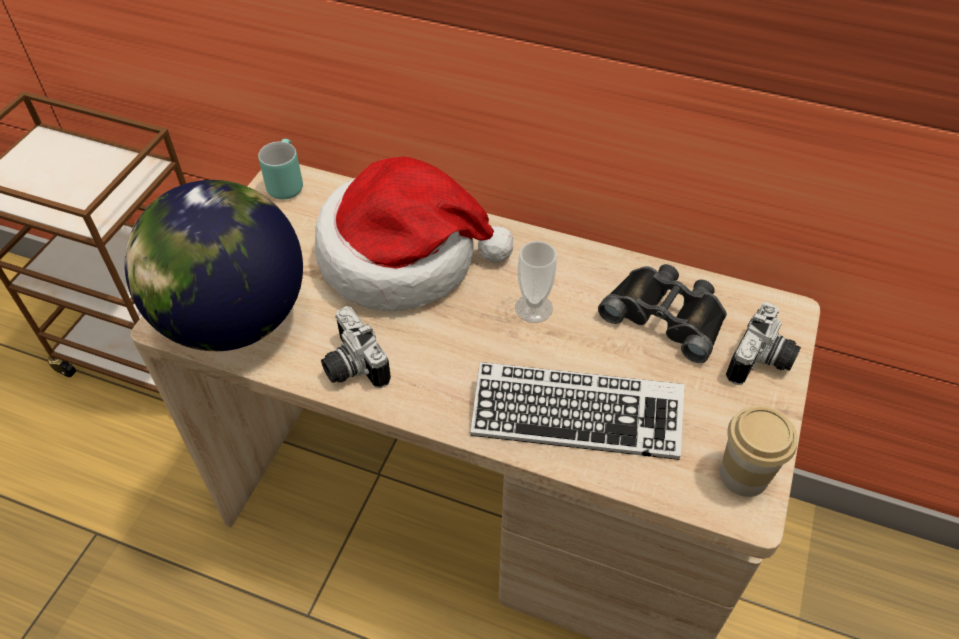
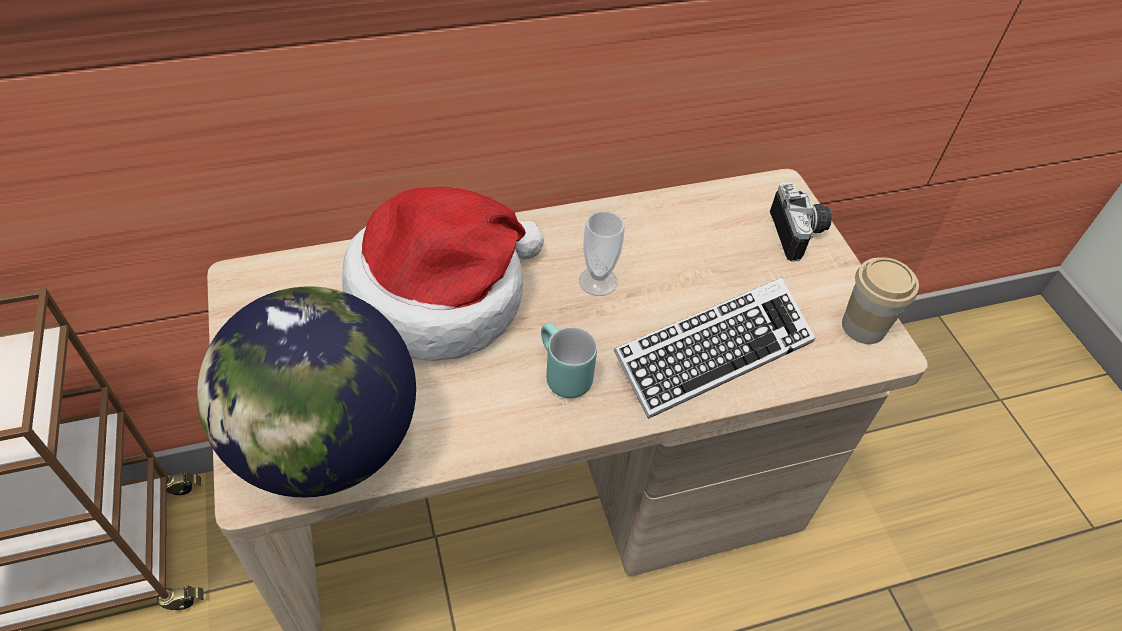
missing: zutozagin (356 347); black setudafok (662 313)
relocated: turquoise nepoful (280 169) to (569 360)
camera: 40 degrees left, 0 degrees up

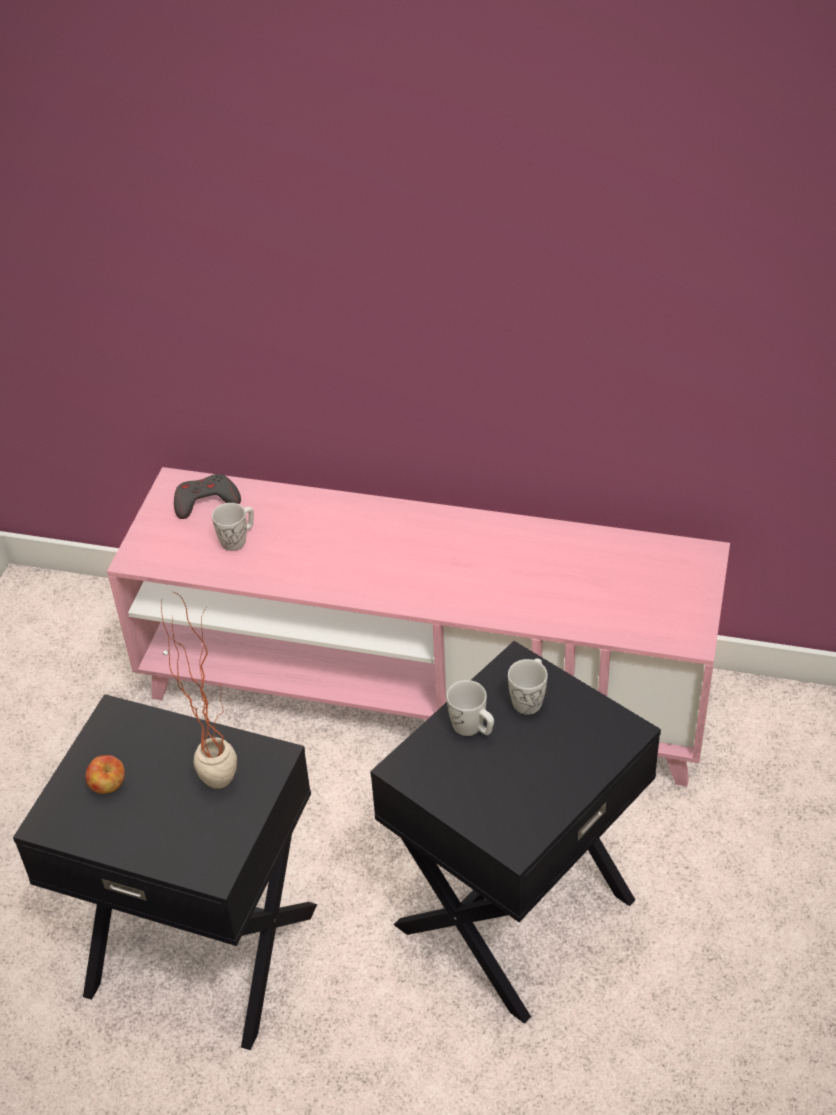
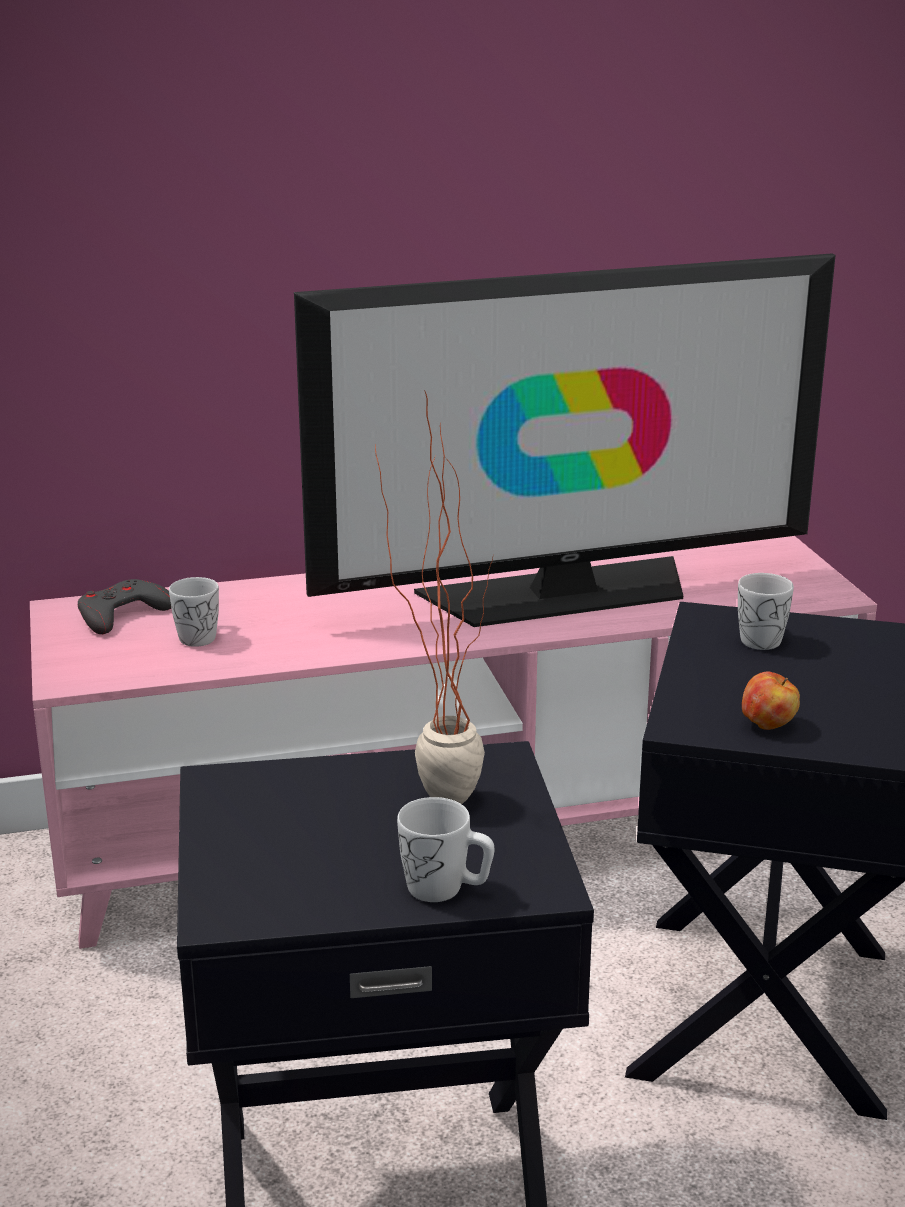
appeared: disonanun (565 440)
relocated: white nepoful (470 708) to (445 849); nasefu (105 774) to (771 700)
camera: 30 degrees left, 20 degrees down

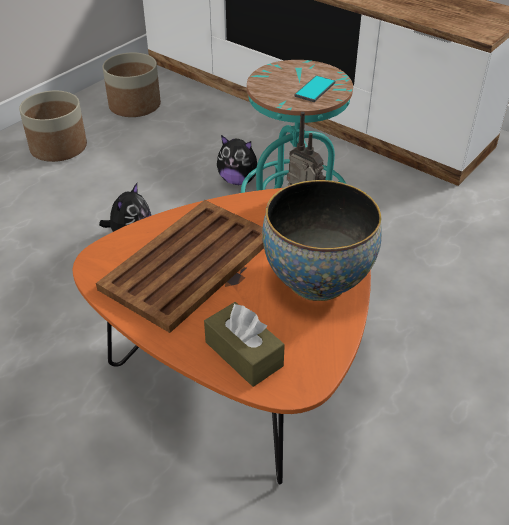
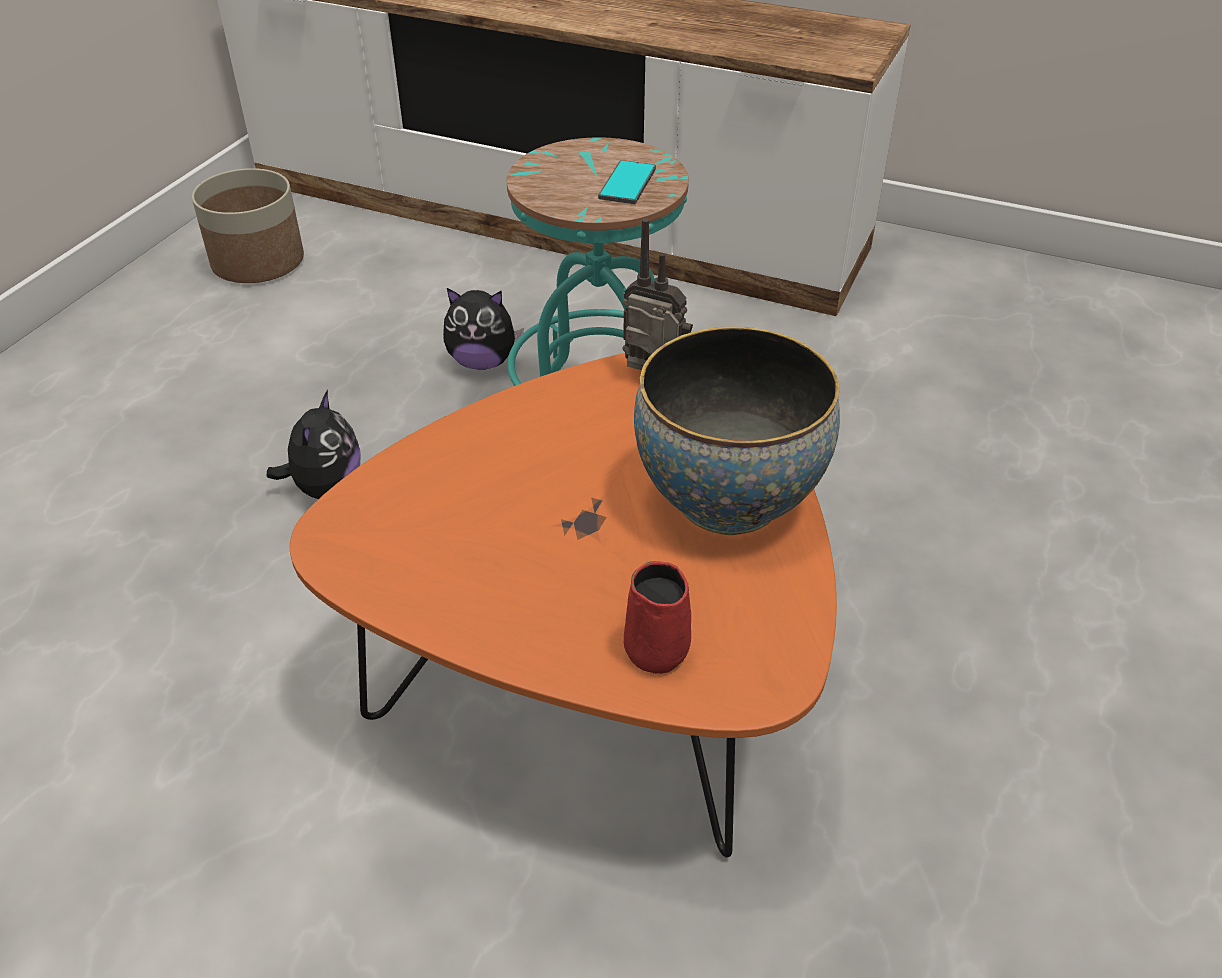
missing: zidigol (53 126); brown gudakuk (180 266)
exchanged: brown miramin (244 344) to red nepoful (657 618)
camera: 15 degrees left, 0 degrees up

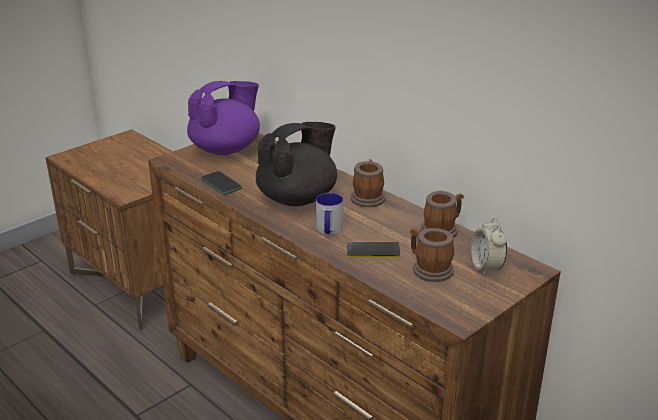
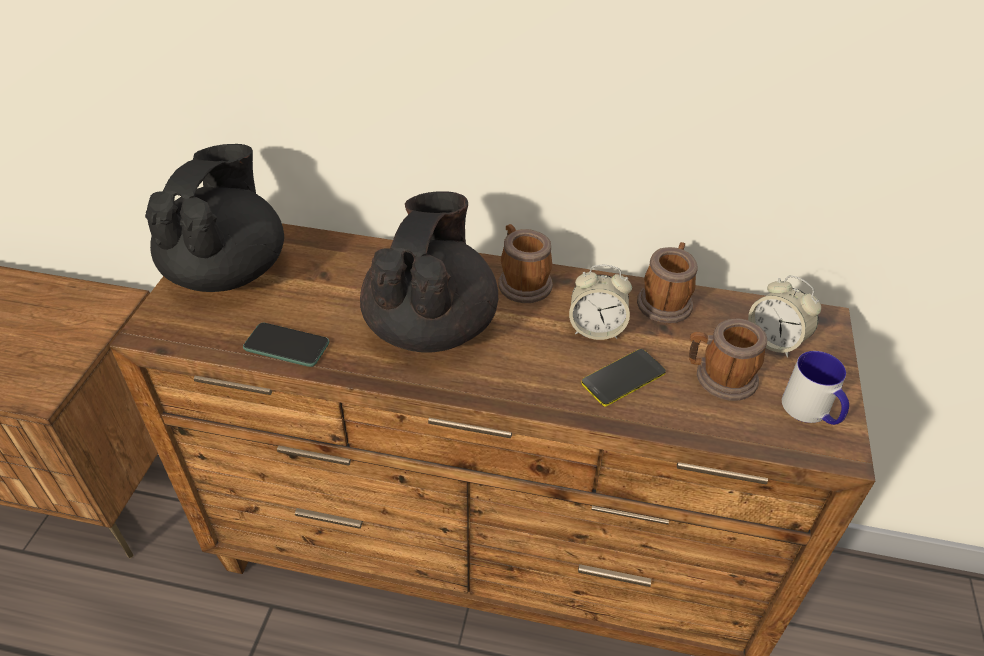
appeared: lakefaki (600 302)
relocated: nepoful (329 214) to (815 388)
colour: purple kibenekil (223 118) to black kibenekil (214 218)
camera: 35 degrees left, 15 degrees up

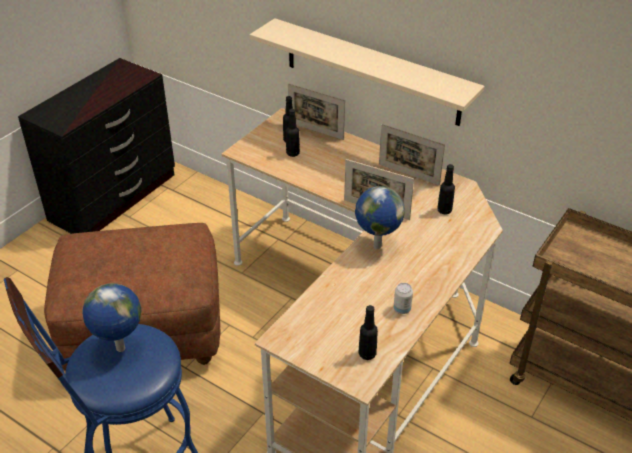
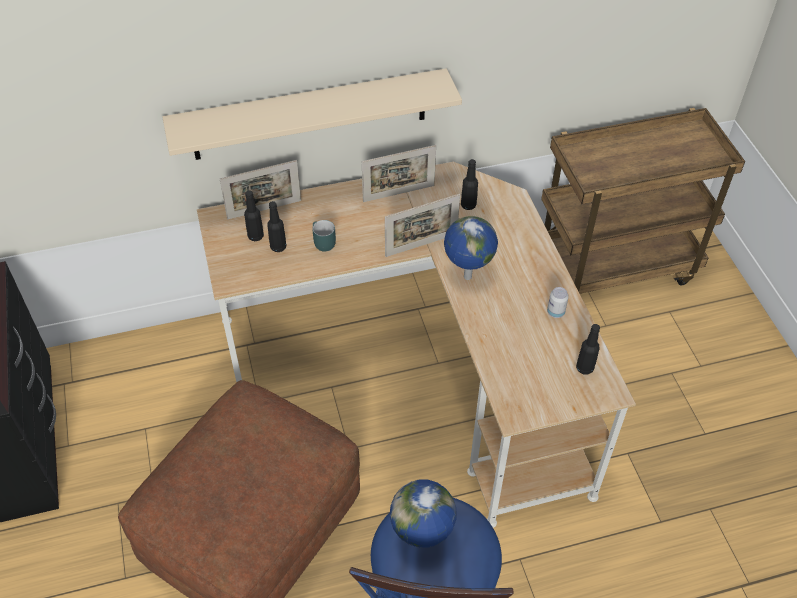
appeared: turquoise nepoful (324 236)
camera: 50 degrees left, 10 degrees up

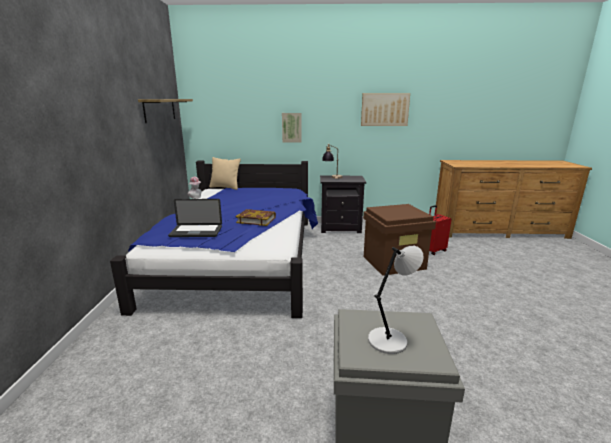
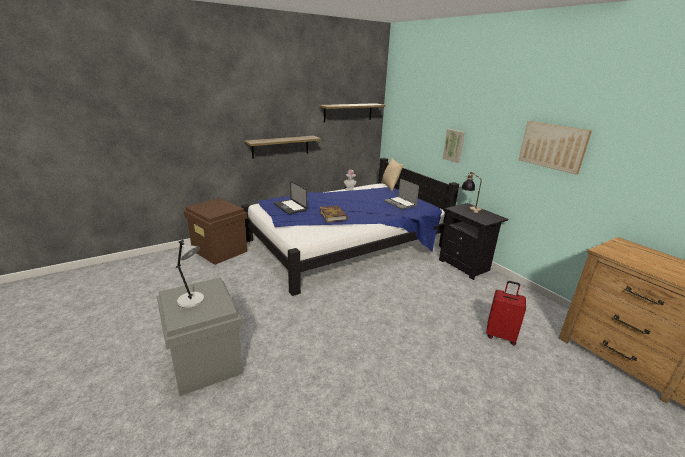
appeared: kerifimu (282 147); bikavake (401 194)
relocated: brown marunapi (399 240) to (215 231)
camera: 55 degrees right, 5 degrees up

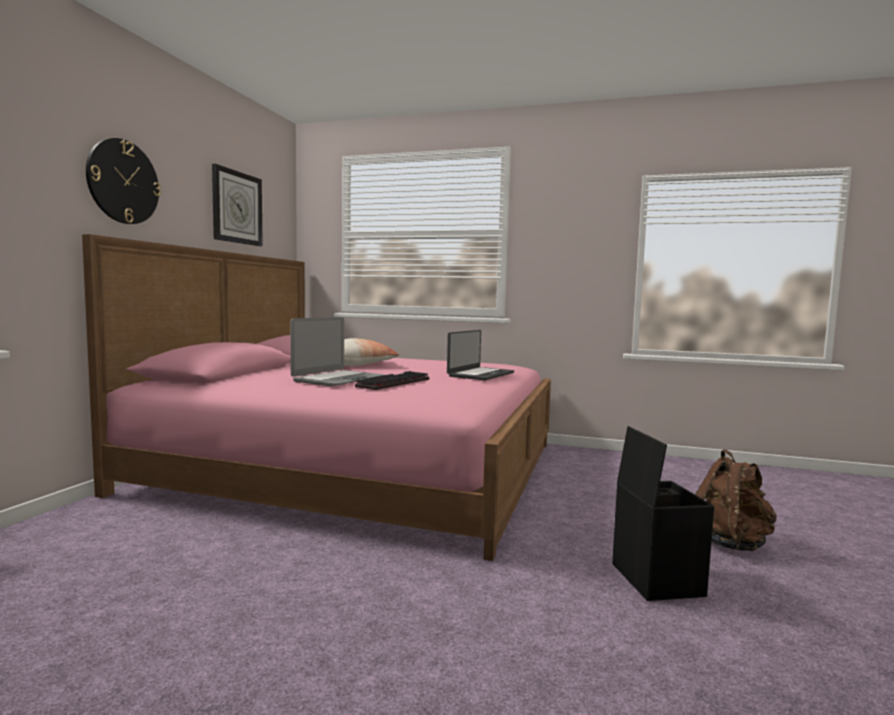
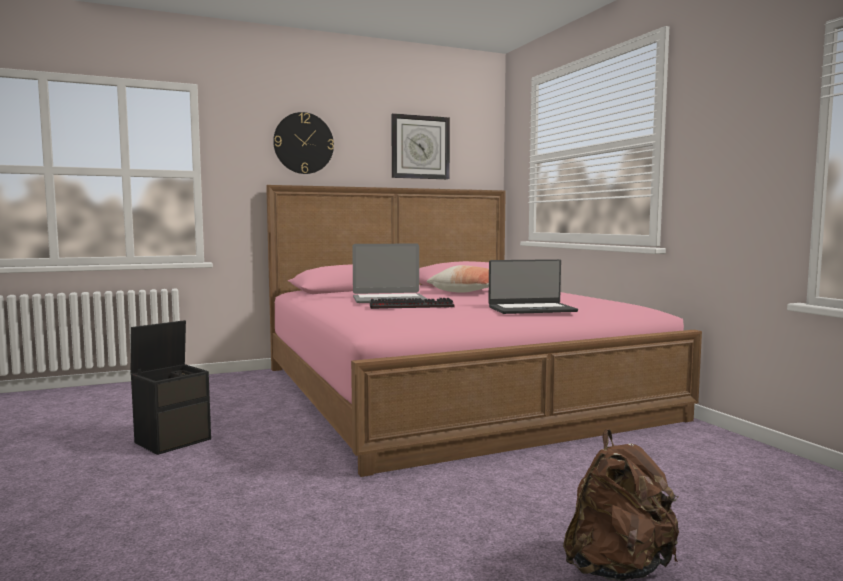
relocated: black marunapi (663 513) to (171 387)
camera: 50 degrees right, 0 degrees up

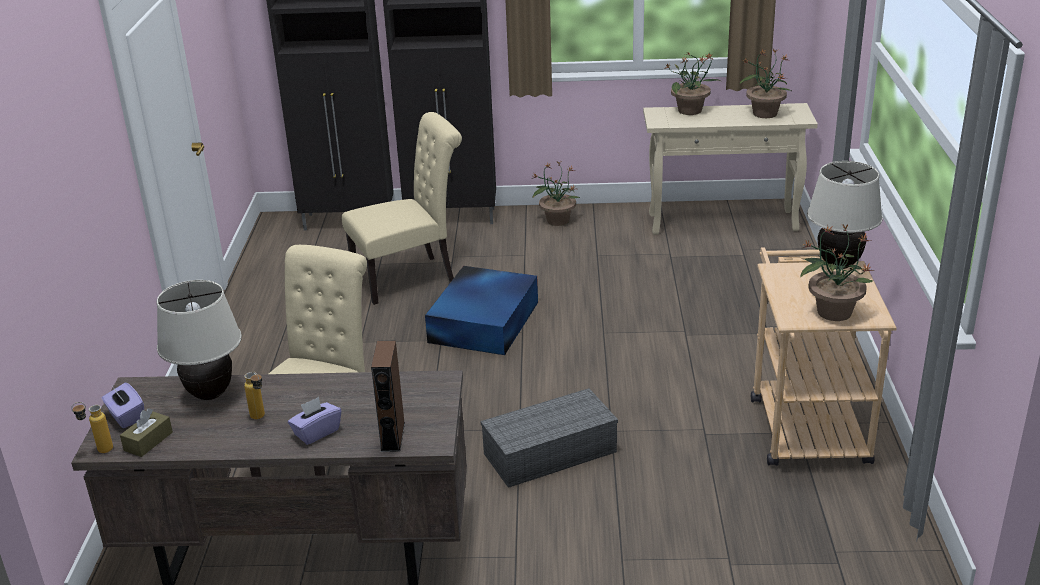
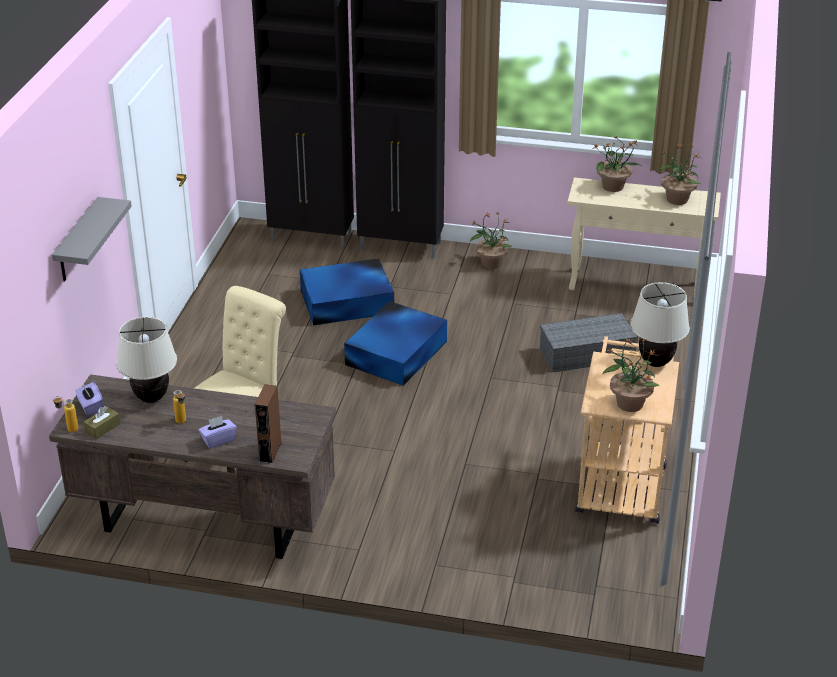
appeared: grey kerifimu (92 239)
relocated: grey marunapi (549 438) to (588 342)
exchanged: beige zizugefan (402 208) to blue marunapi (347 291)
camera: 10 degrees right, 5 degrees up

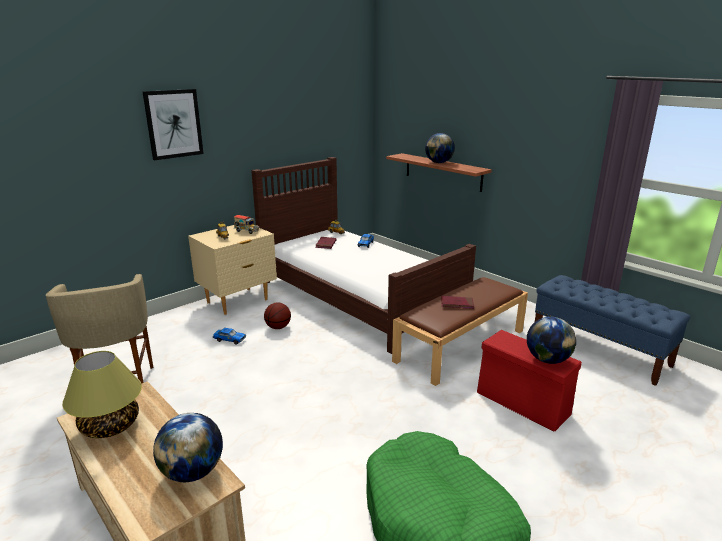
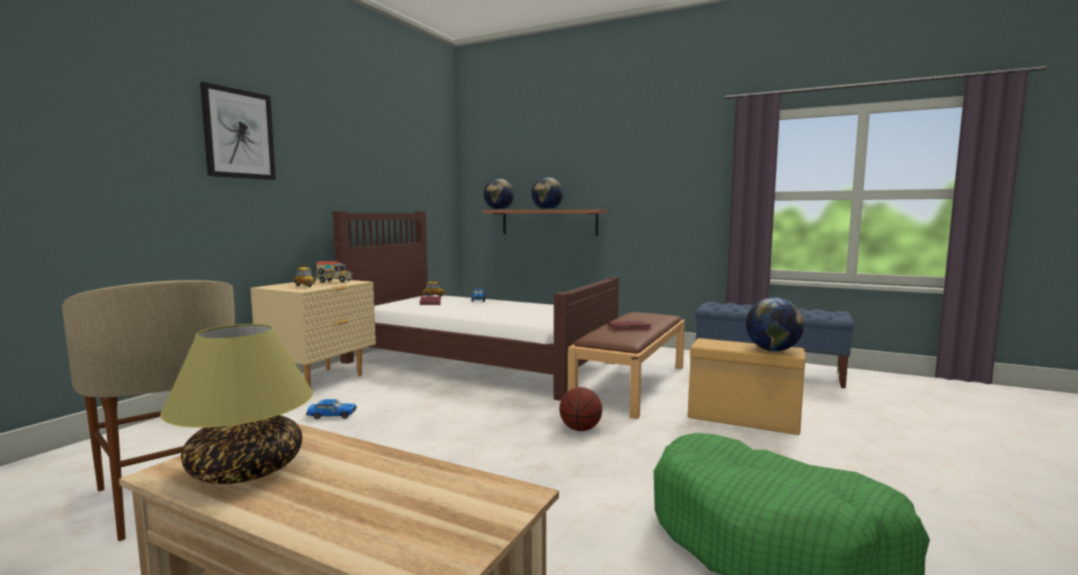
relocated: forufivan (188 447) to (499 194); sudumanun (277 316) to (580 409)
colour: red marunapi (529 380) to beige marunapi (746 386)
camera: 20 degrees left, 15 degrees down

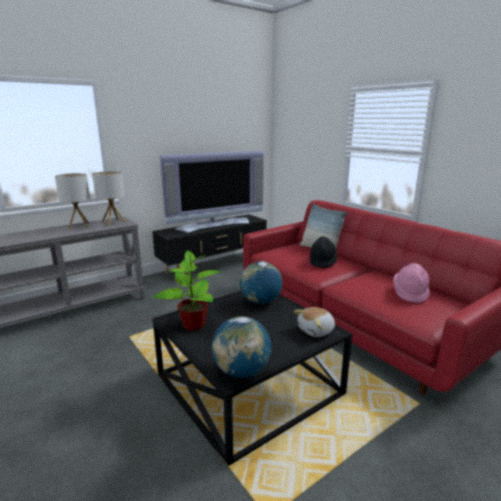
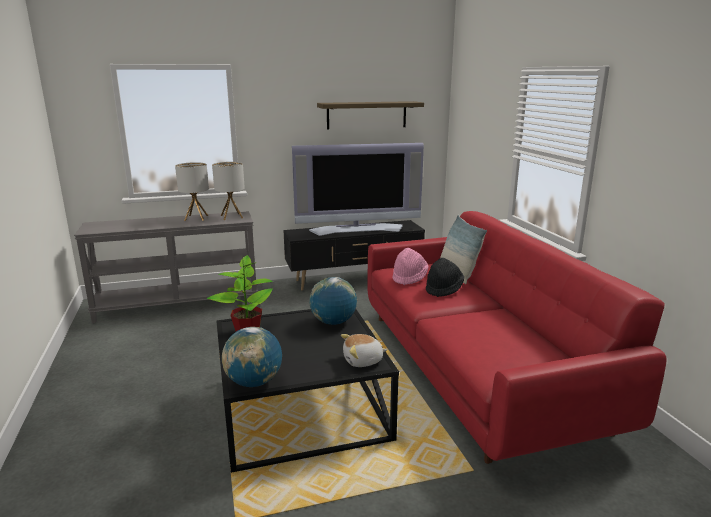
appeared: kerifimu (370 115)
relocated: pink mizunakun (411 283) to (410 266)
camera: 20 degrees right, 0 degrees up

